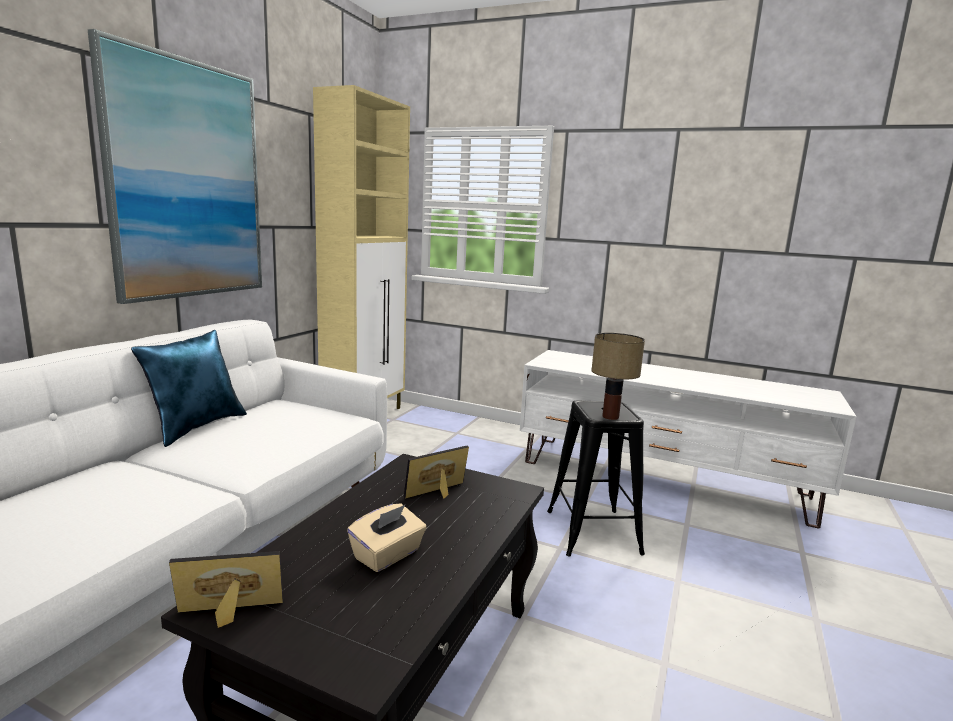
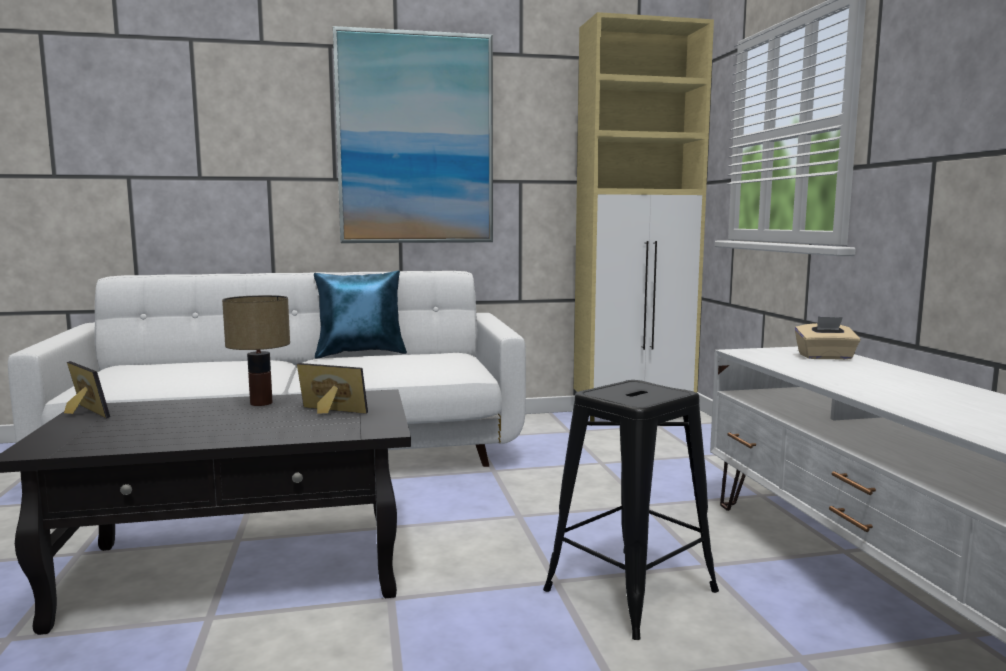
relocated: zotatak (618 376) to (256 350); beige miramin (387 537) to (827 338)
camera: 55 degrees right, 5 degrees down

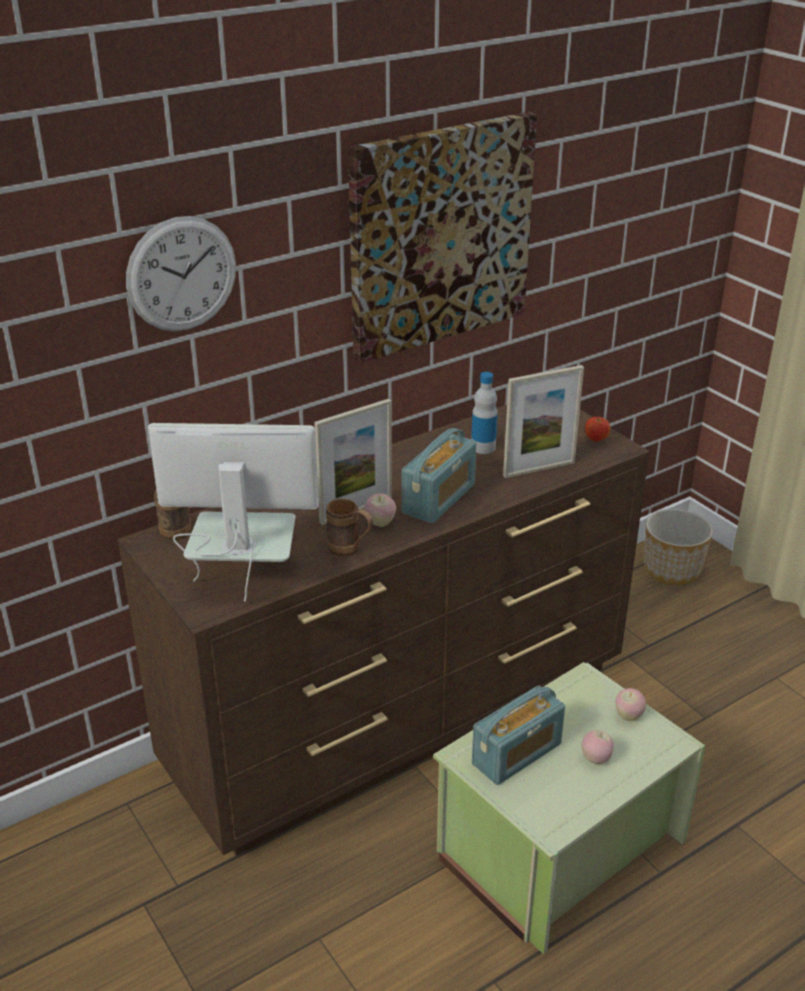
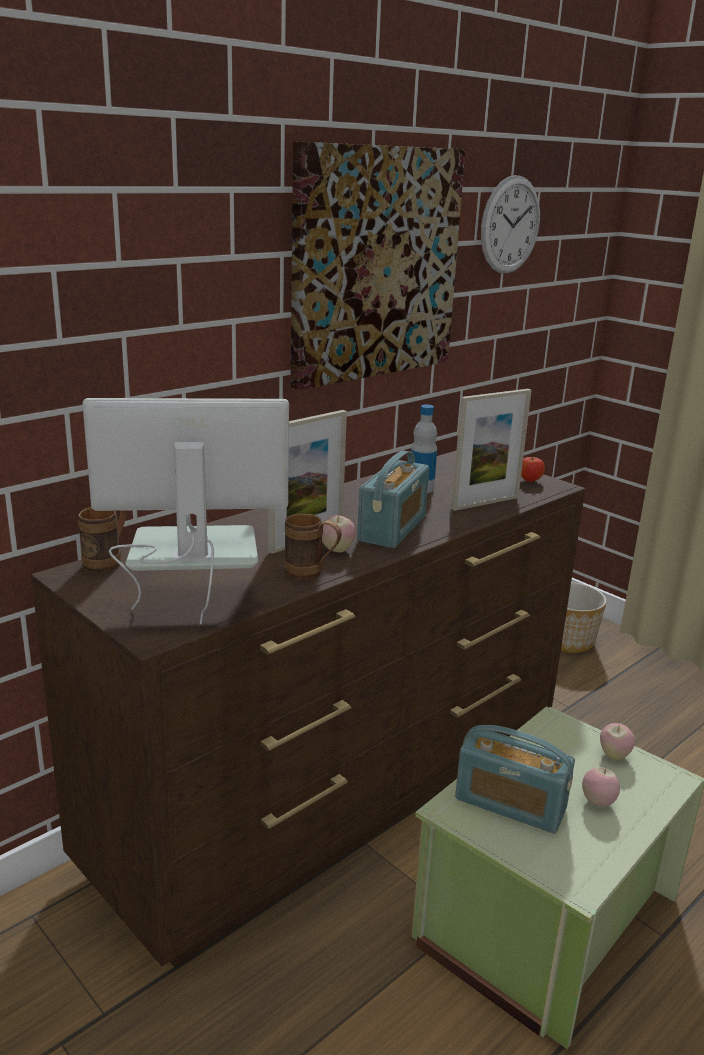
relocated: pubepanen (181 273) to (510 224)
spun: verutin (518 735) = (515 779) 75 degrees clockwise
camera: 10 degrees left, 10 degrees down

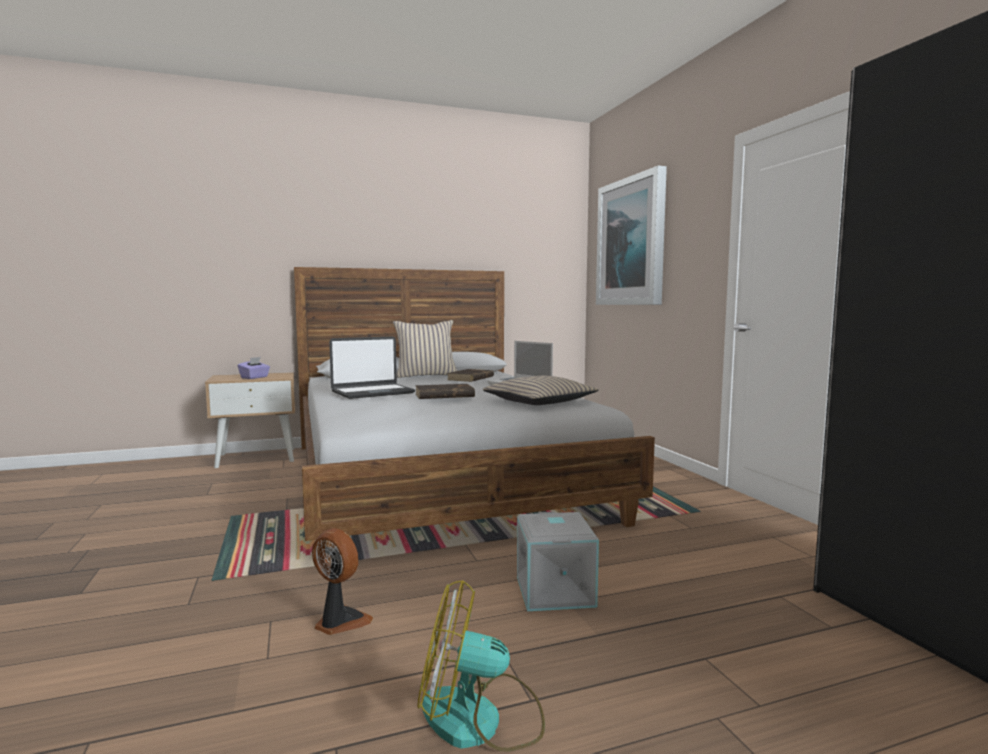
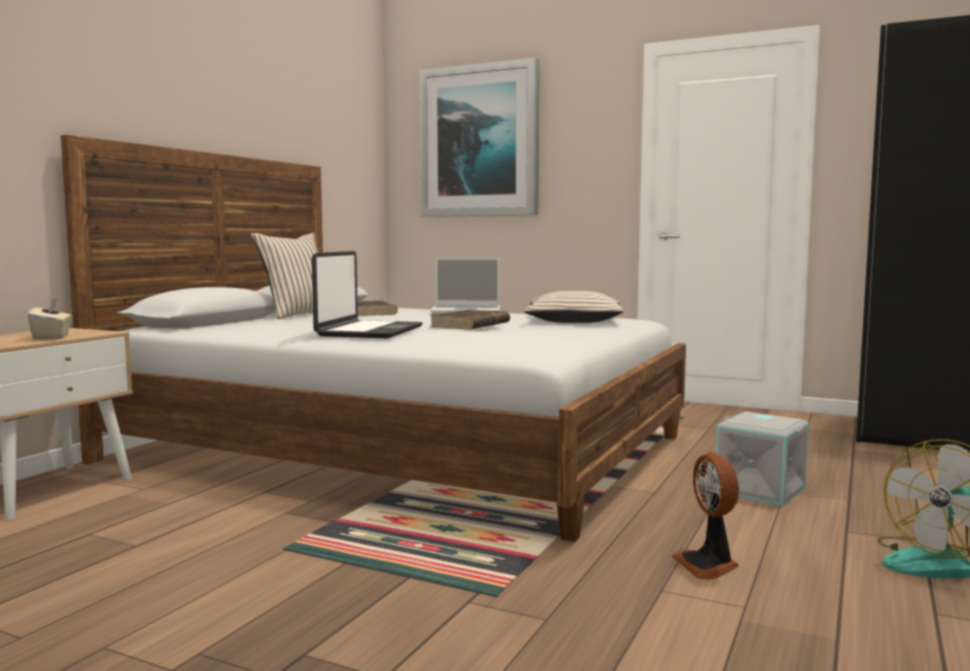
colour: purple miramin (254 368) to beige miramin (50 319)
spun: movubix (342 581) = (705 516) 90 degrees counterclockwise
camera: 45 degrees left, 0 degrees up

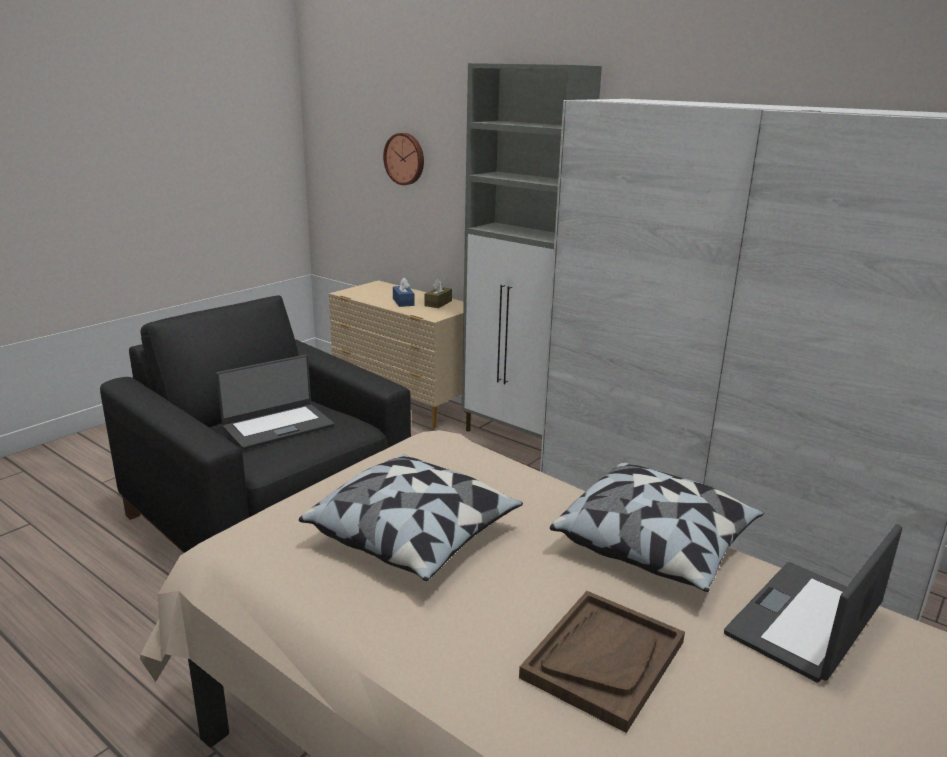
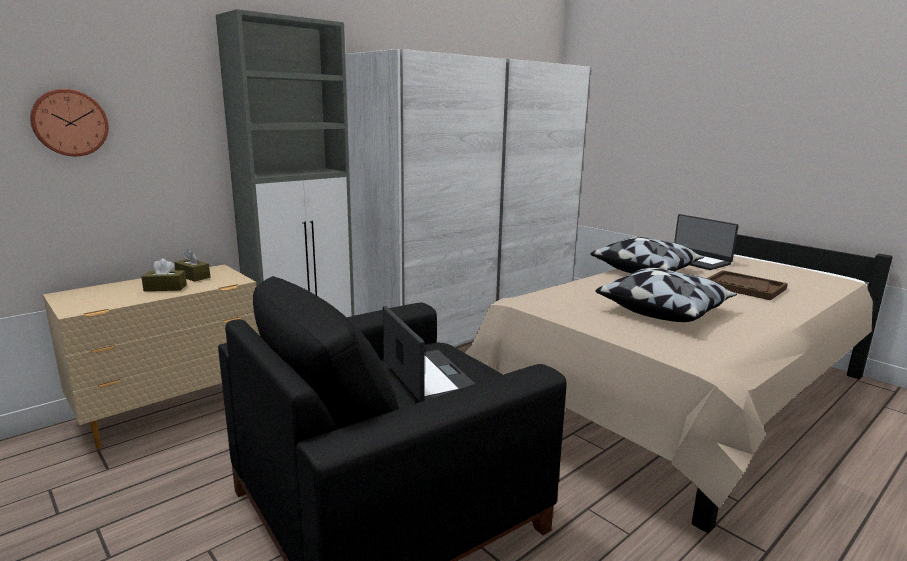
colour: blue miramin (404 292) to brown miramin (164 274)
camera: 80 degrees left, 5 degrees down

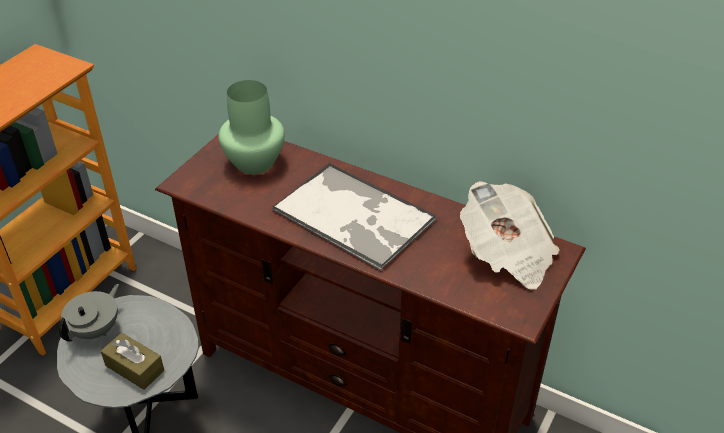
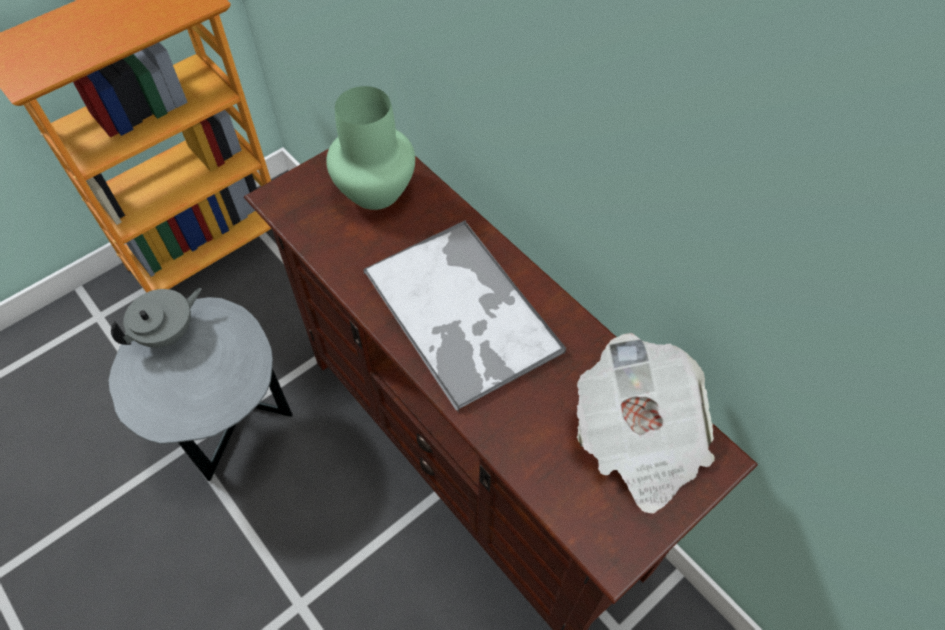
missing: brown miramin (132 361)
camera: 20 degrees right, 15 degrees up

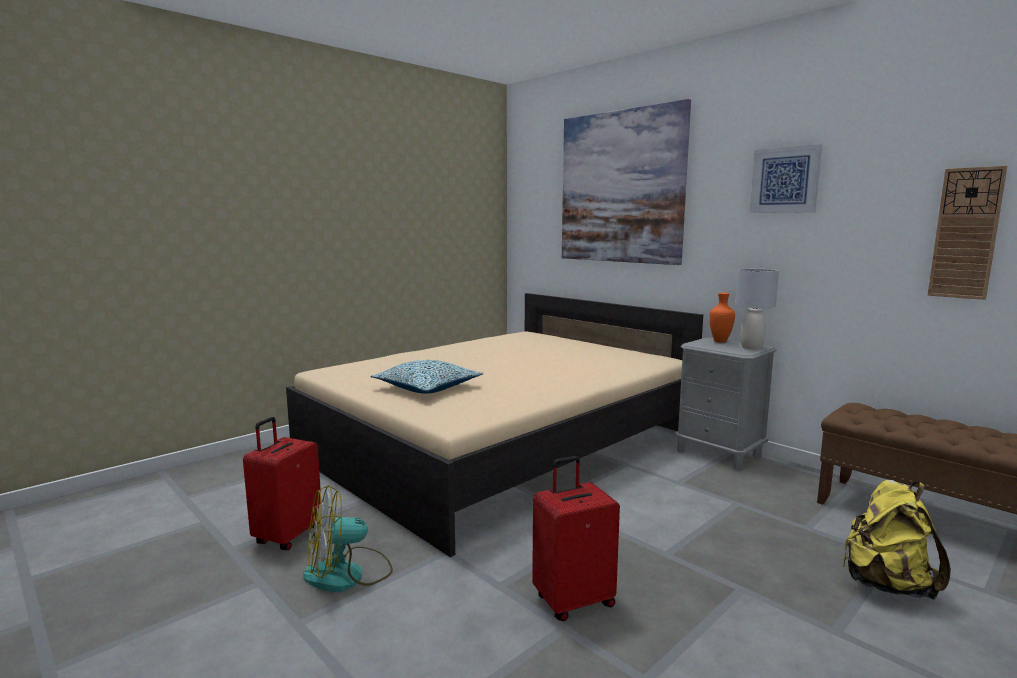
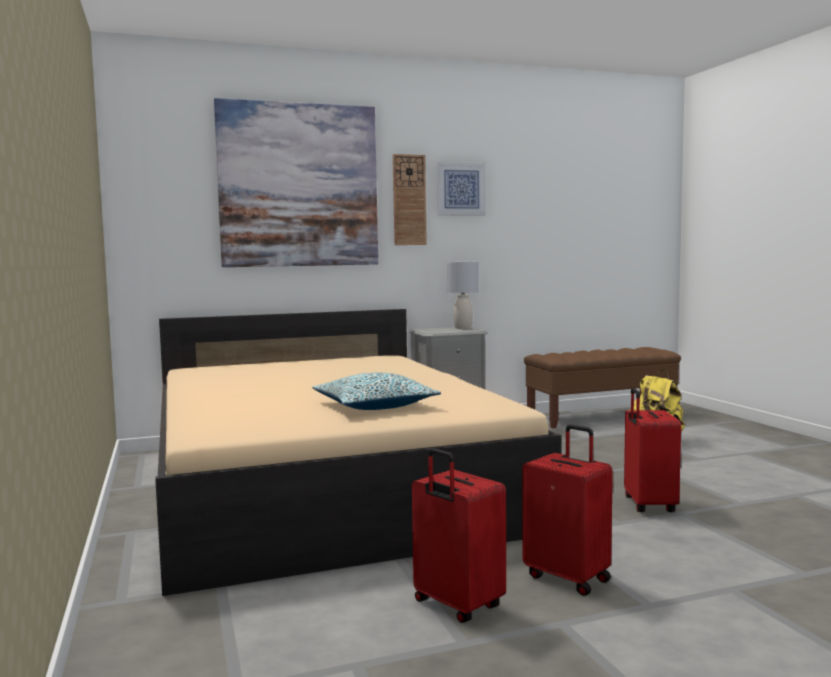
missing: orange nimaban (722 318)
relocated: pubepanen (967 233) to (410 199)
exchanged: movubix (348 538) to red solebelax (568 510)
camera: 65 degrees left, 5 degrees down

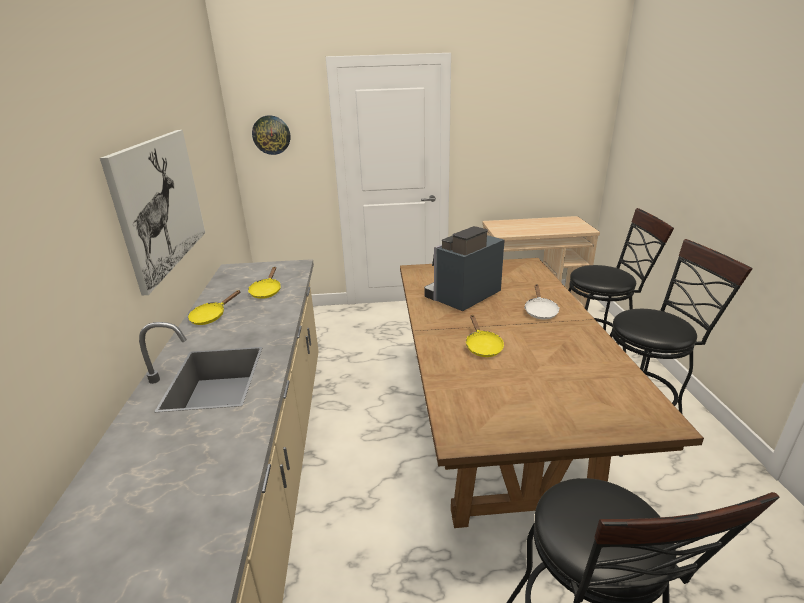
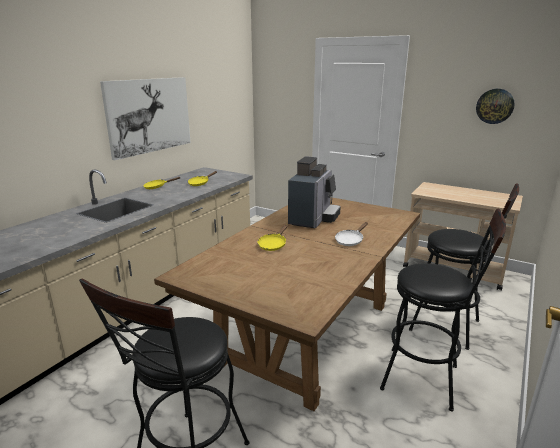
relocated: pubepanen (271 135) to (495 106)
spun: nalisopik (464 268) = (314 192) 120 degrees clockwise
camera: 35 degrees right, 5 degrees down

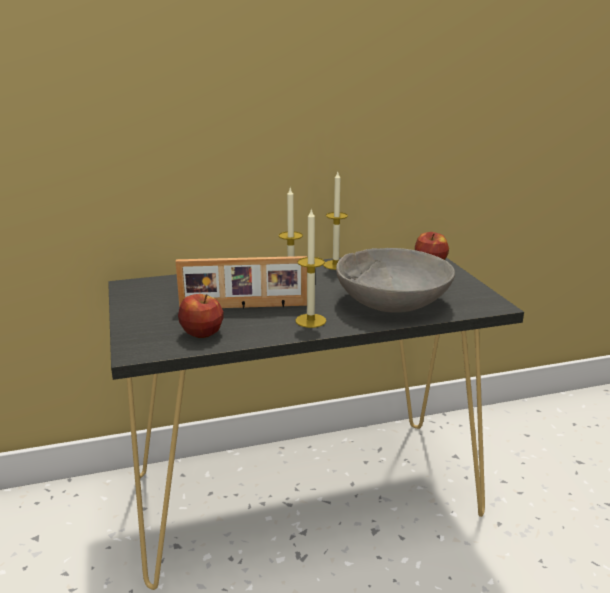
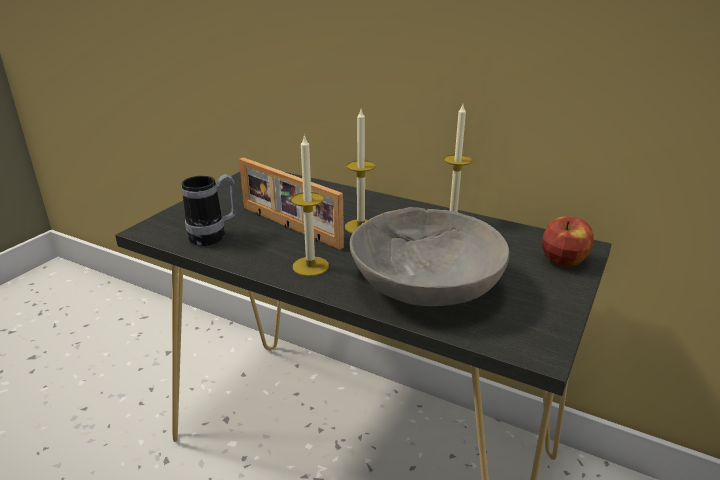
exchanged: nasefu (201 316) to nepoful (208 210)
camera: 45 degrees right, 5 degrees up

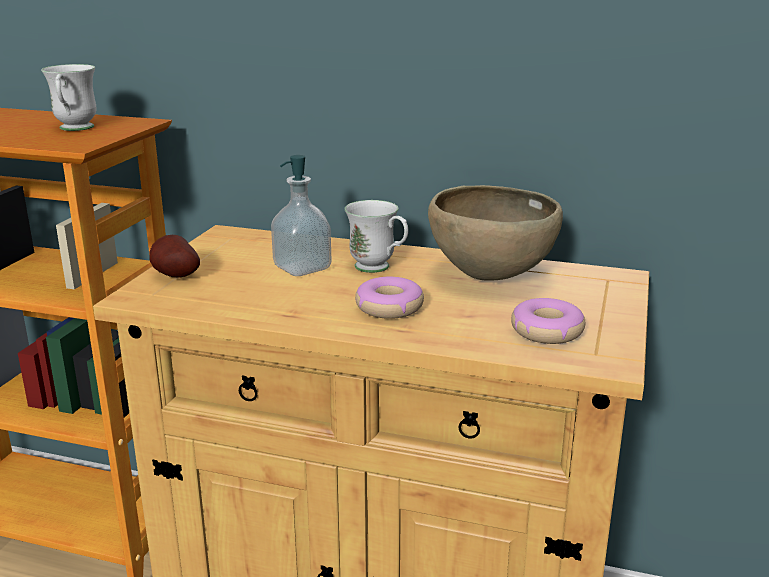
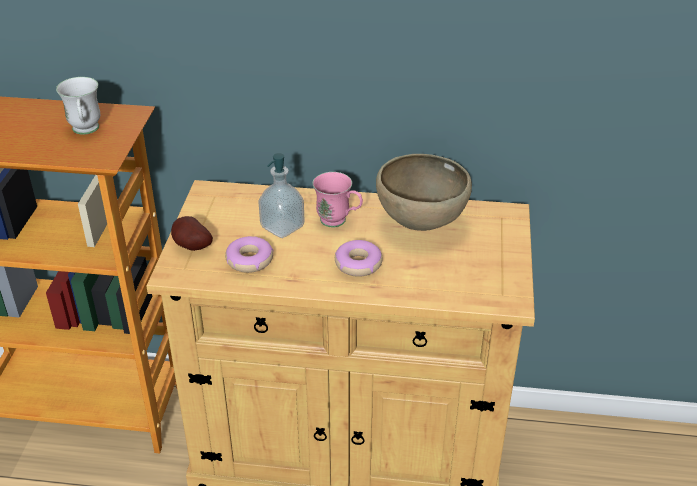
relocated: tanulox (548 321) to (249 254)
colour: white nepoful (376 236) to pink nepoful (338 199)
camera: 10 degrees left, 15 degrees up

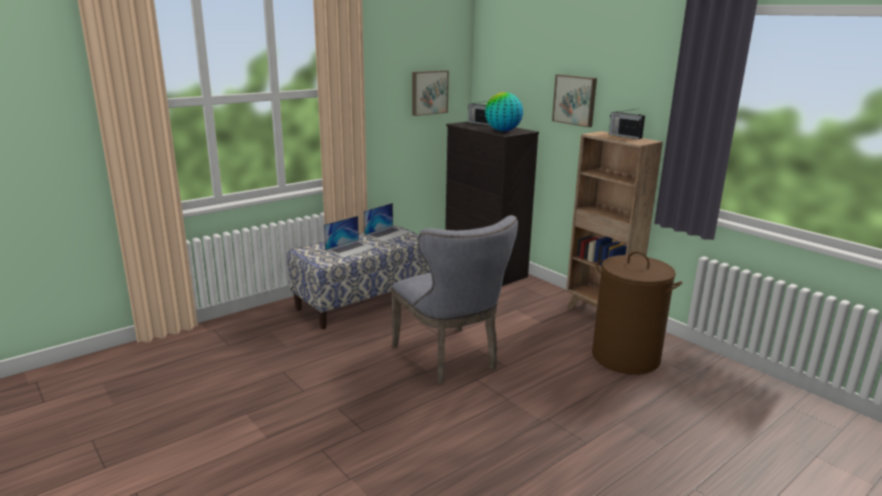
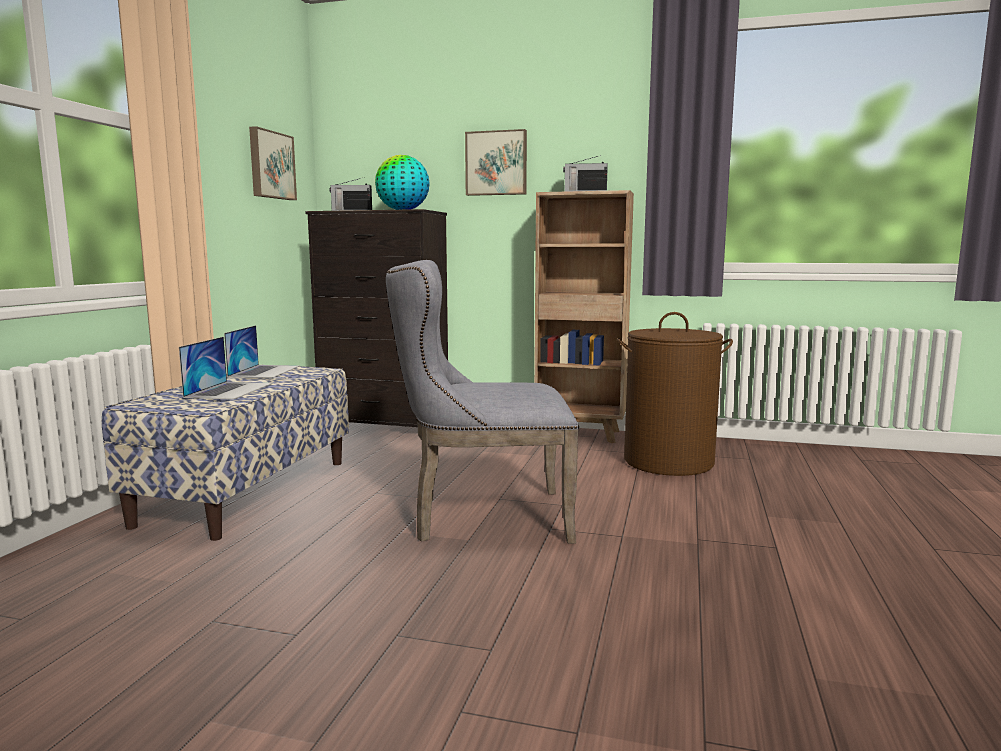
spun: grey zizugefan (454 299) = (482 402) 150 degrees clockwise
camera: 35 degrees left, 10 degrees down

